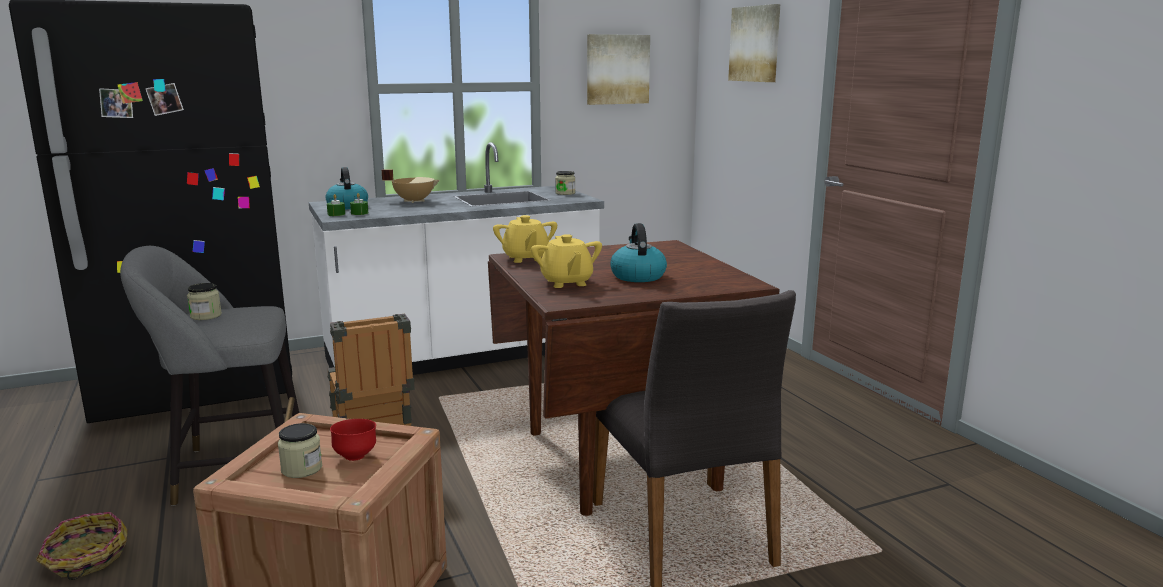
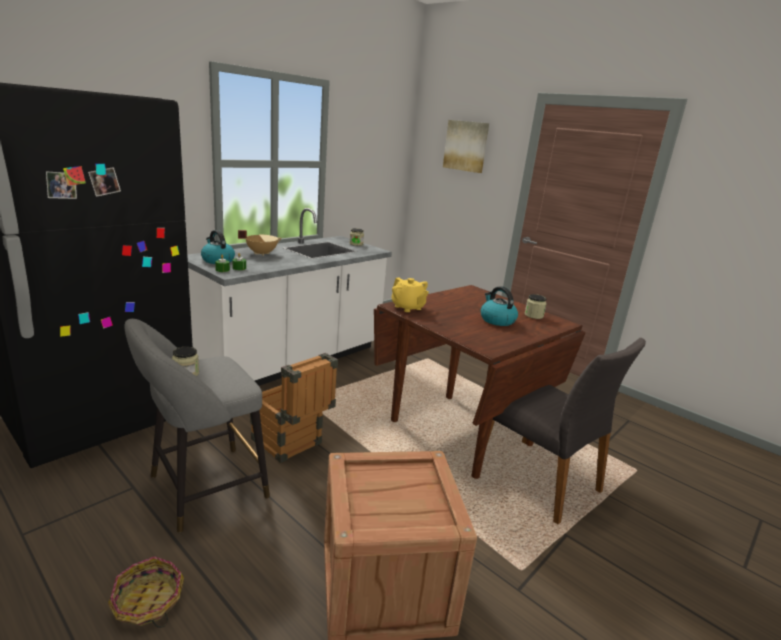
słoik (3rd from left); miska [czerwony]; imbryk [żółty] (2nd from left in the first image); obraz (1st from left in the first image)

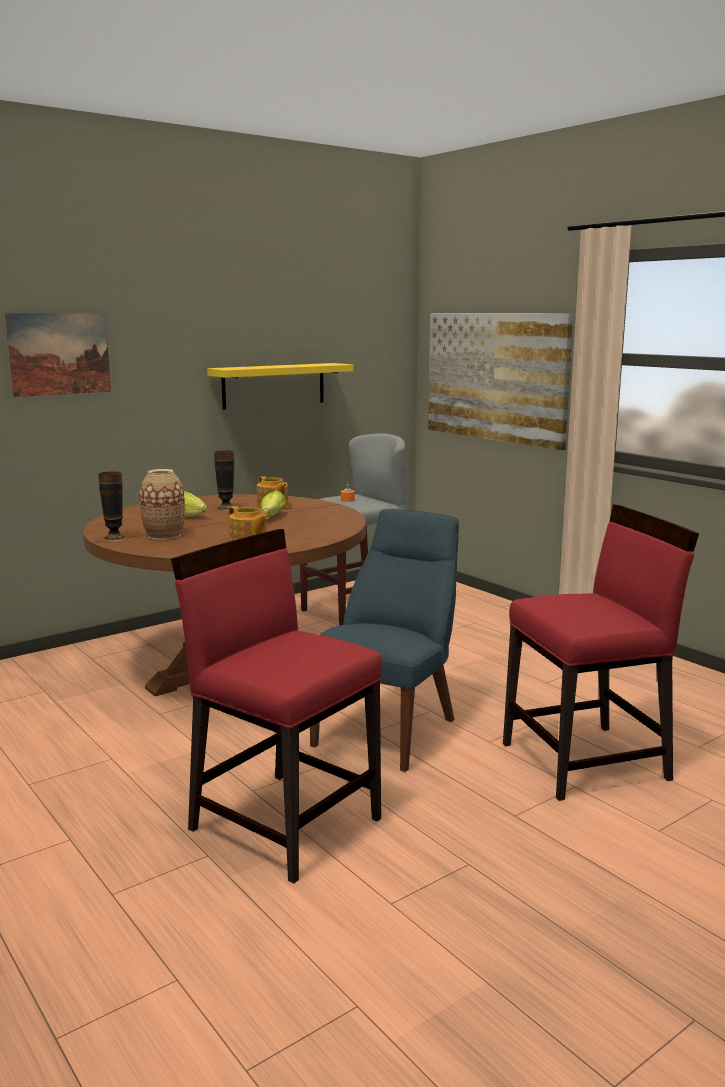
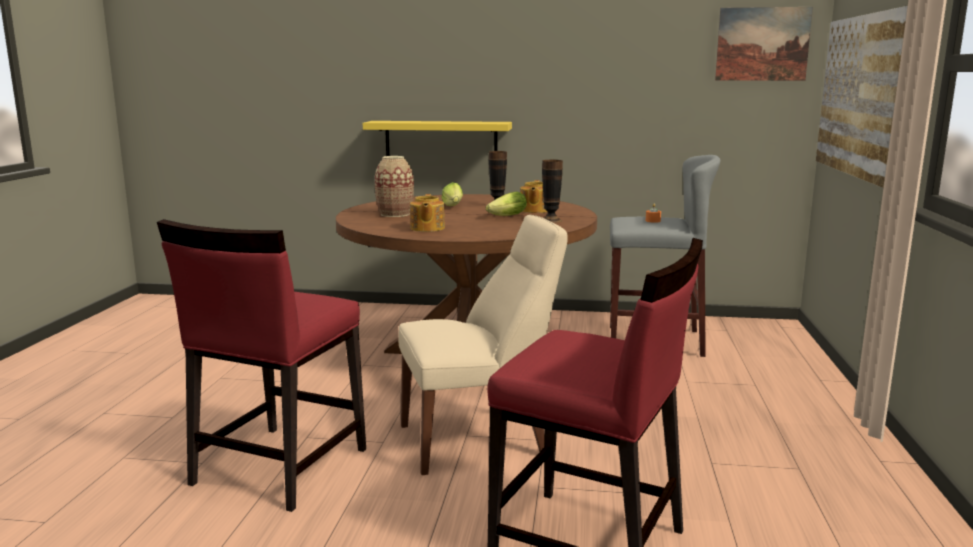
obraz (1st from left); wazon (3rd from left); krzesło [czerwony] (1st from left); półka [żółty]; krzesło [beżowy]

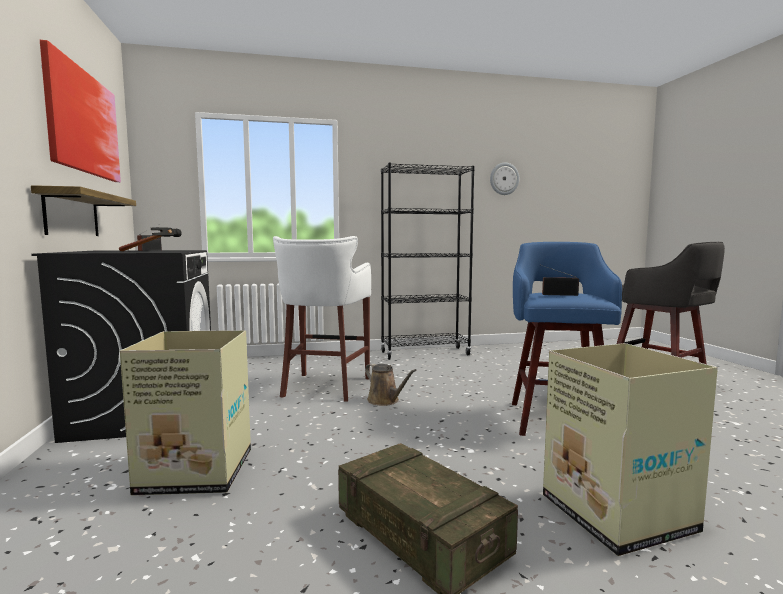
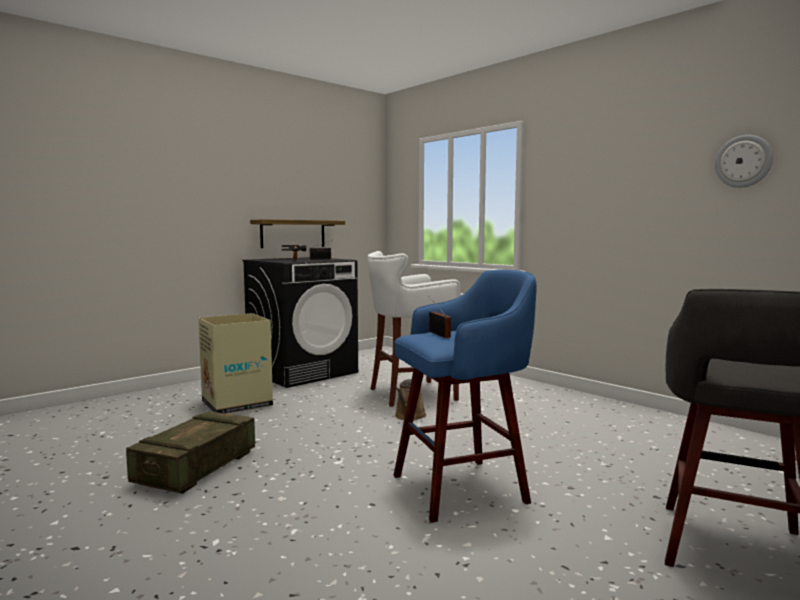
obraz; regał [czarny]; karton (2nd from left in the first image)

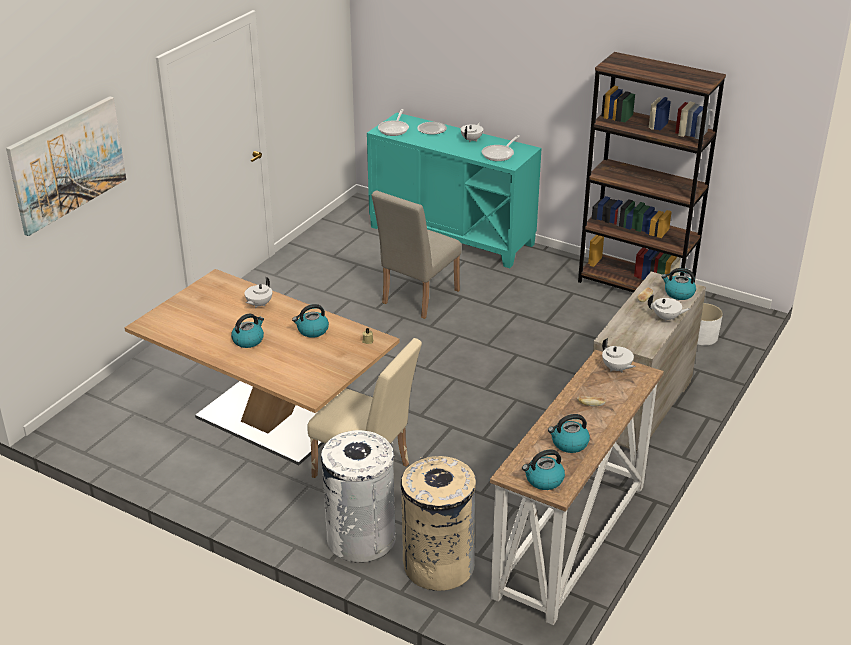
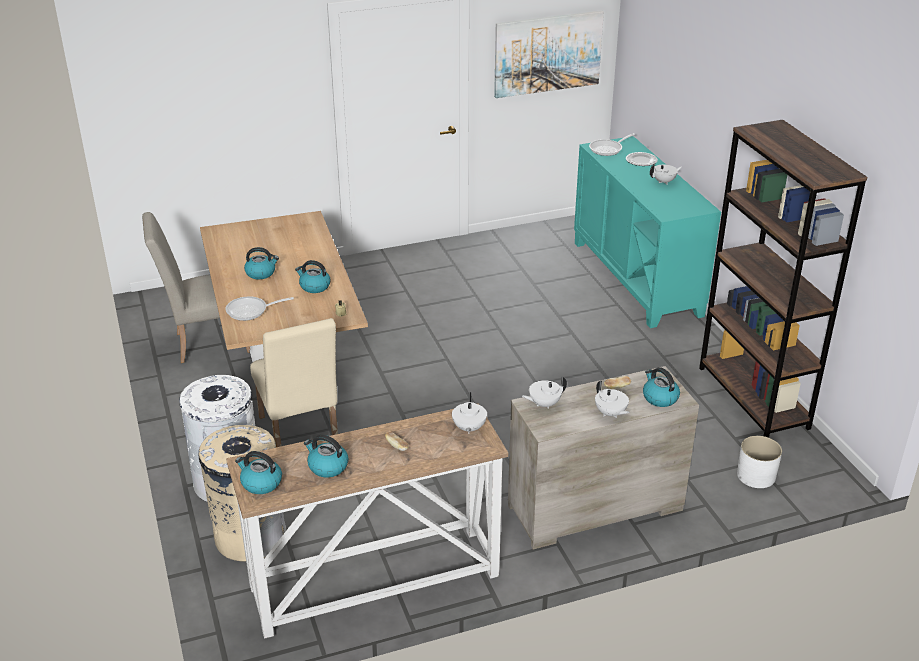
obraz; imbryk [biały] (2nd from left); krzesło [beżowy] (1st from left); patelnia (1st from left)

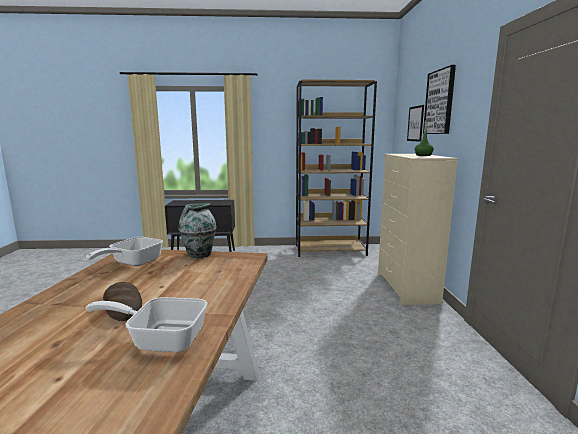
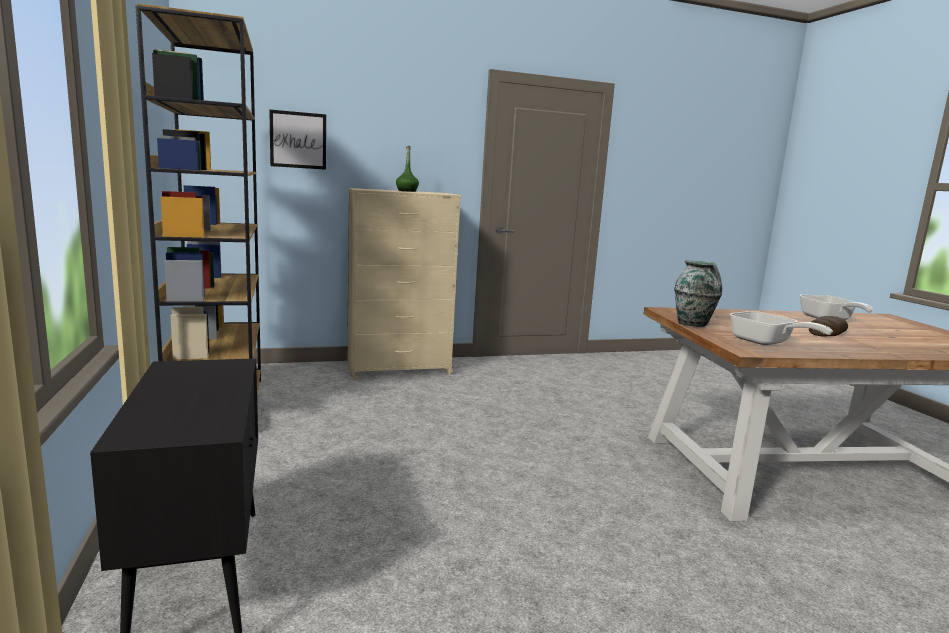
patelnia (1st from left); obraz (2nd from left in the first image)

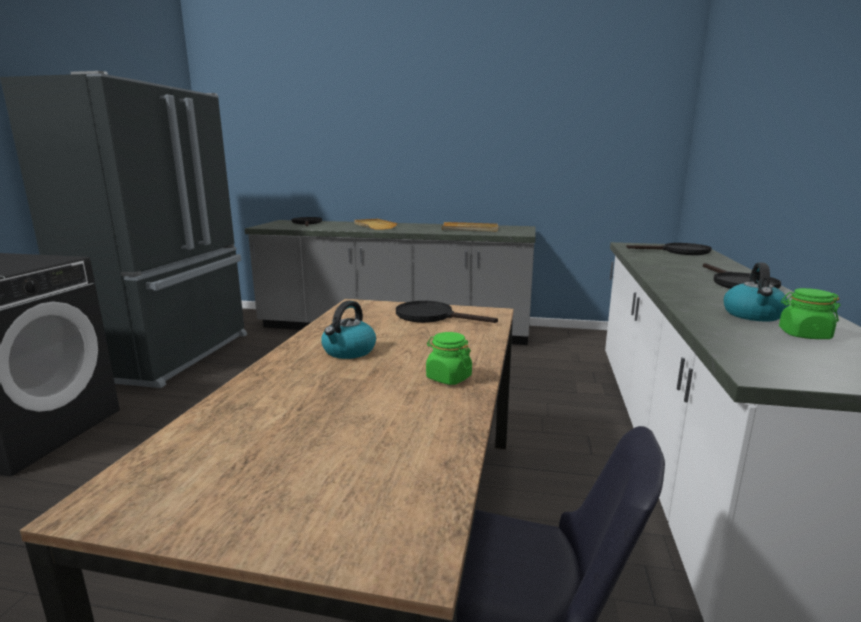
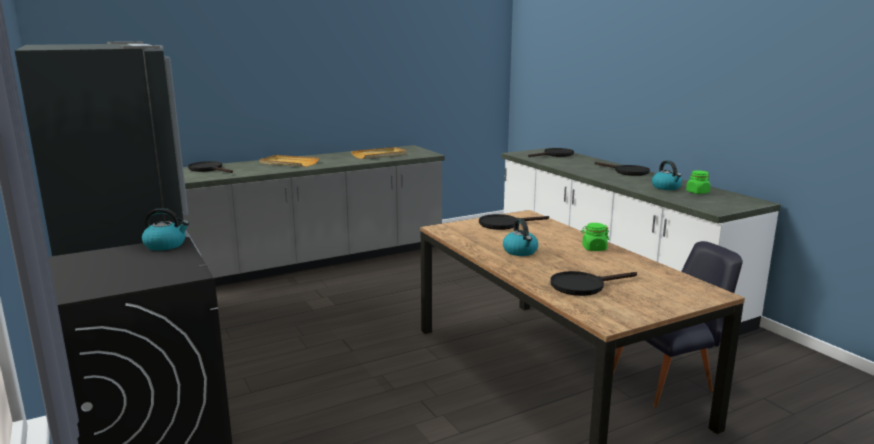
czajnik (1st from left); patelnia [czarny] (4th from left)

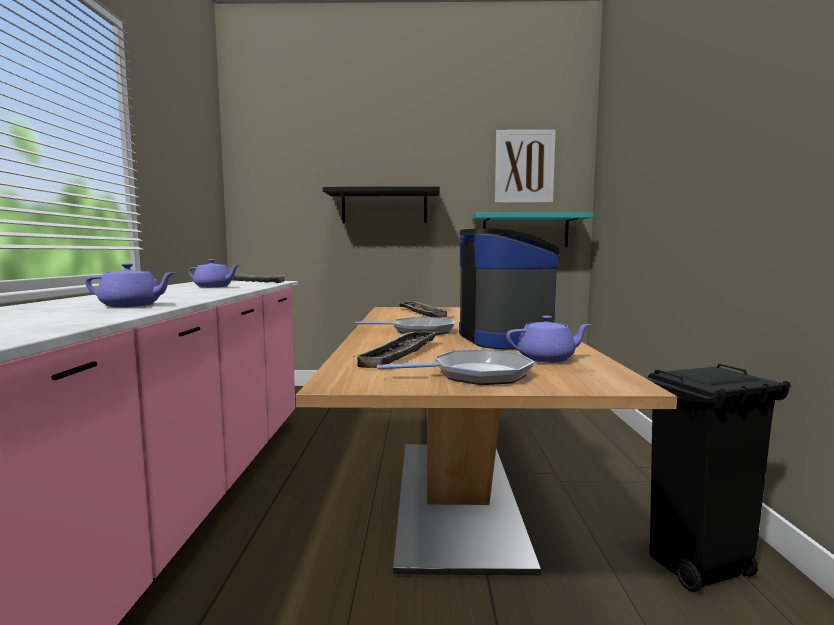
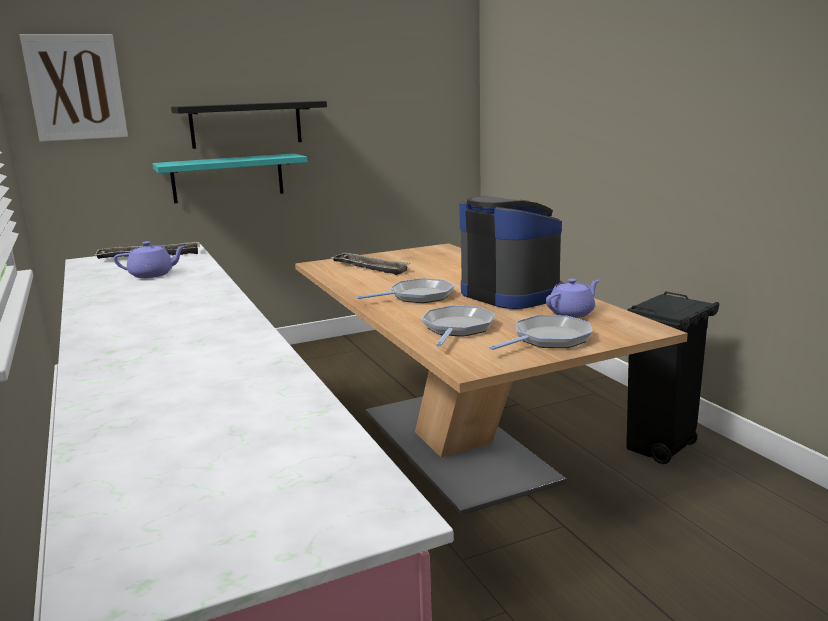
imbryk [fioletowy] (1st from left in the first image); patelnia (2nd from left); półka [turkusowy]; obraz

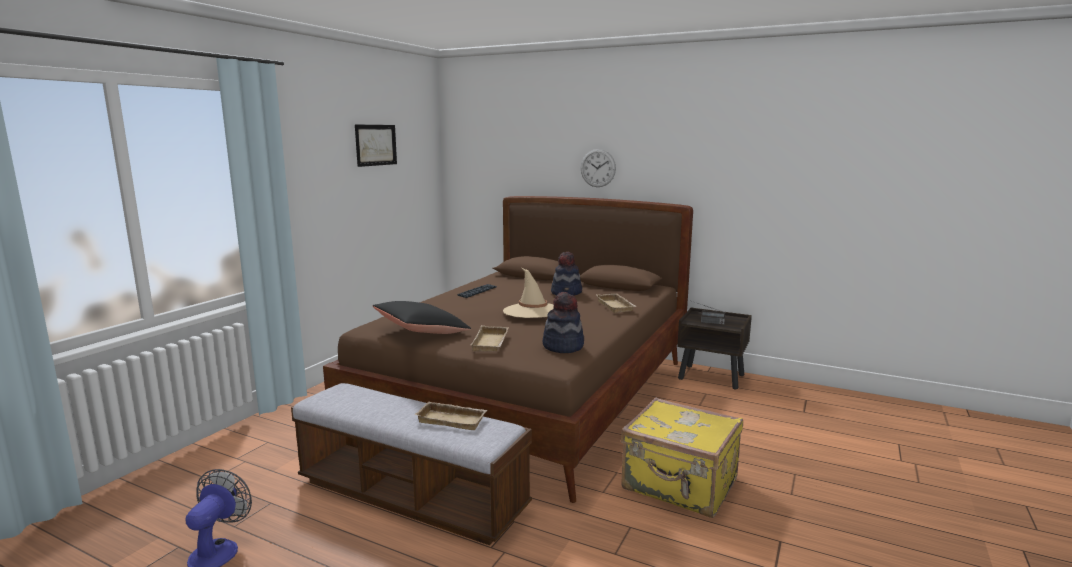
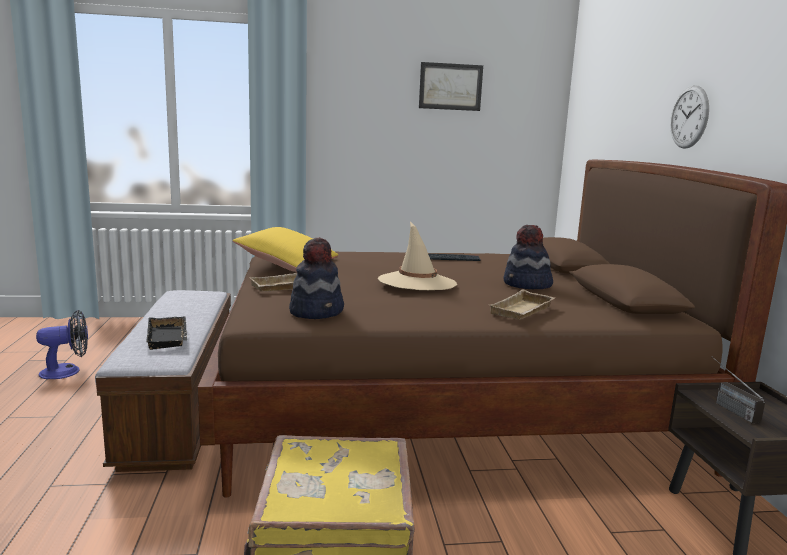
poduszka [żółty]; taca [czarny]

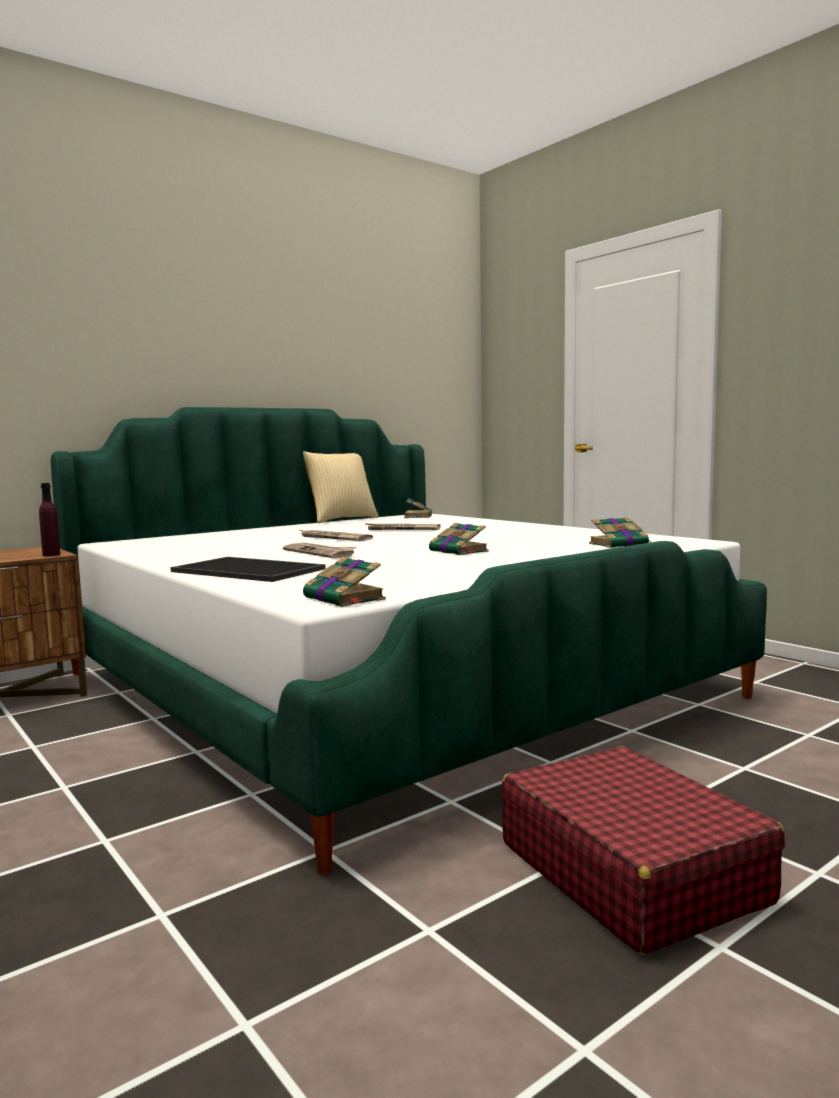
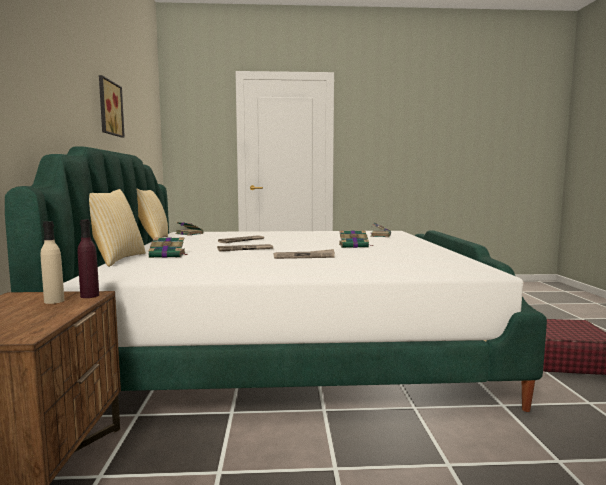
taca; książka (1st from left); butelka [beżowy]; poduszka (1st from left); obraz

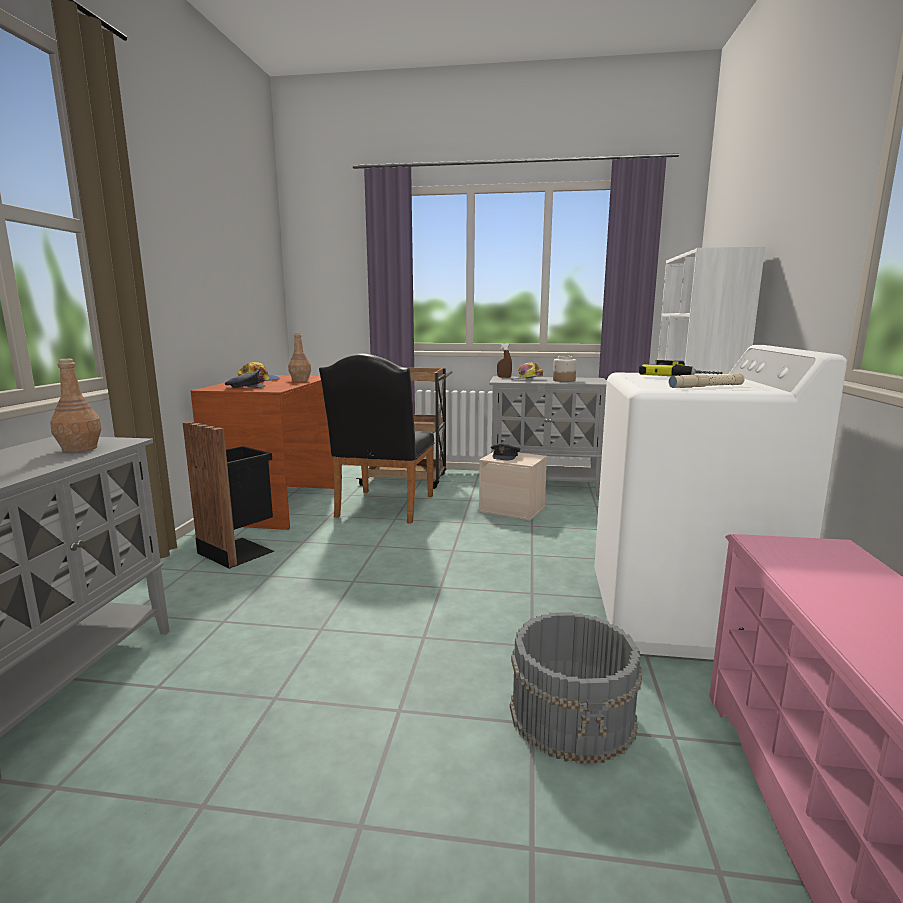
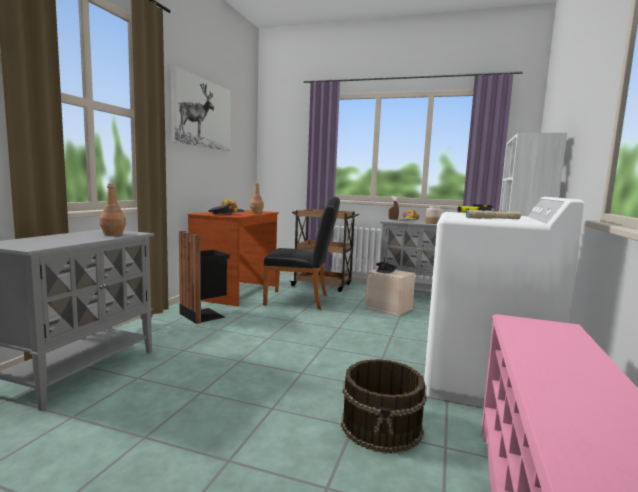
krzesło [czarny]; wiadro [brązowy]; obraz

